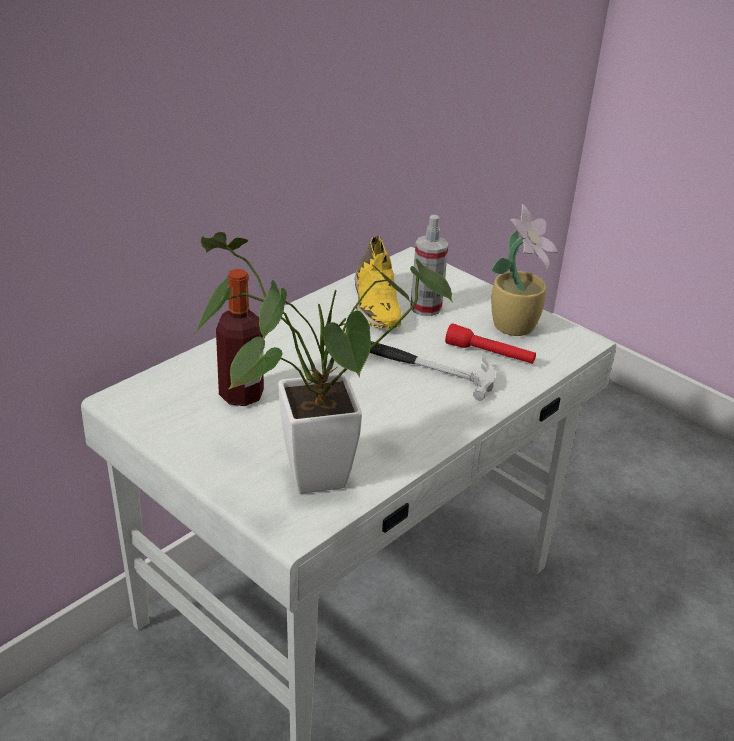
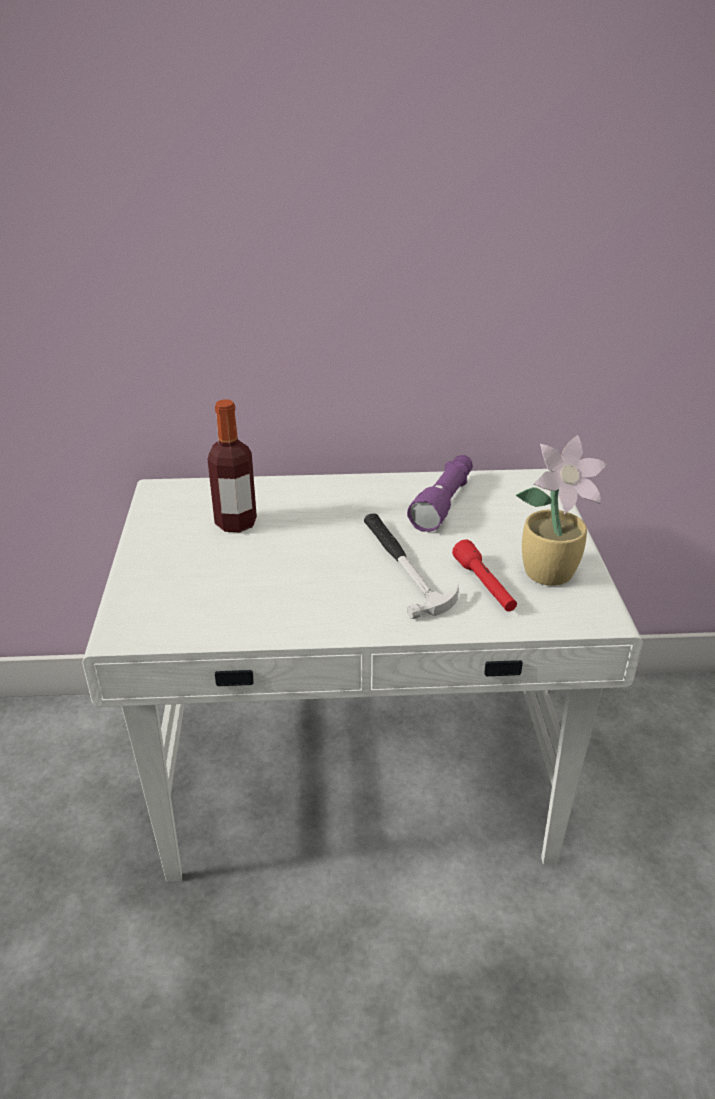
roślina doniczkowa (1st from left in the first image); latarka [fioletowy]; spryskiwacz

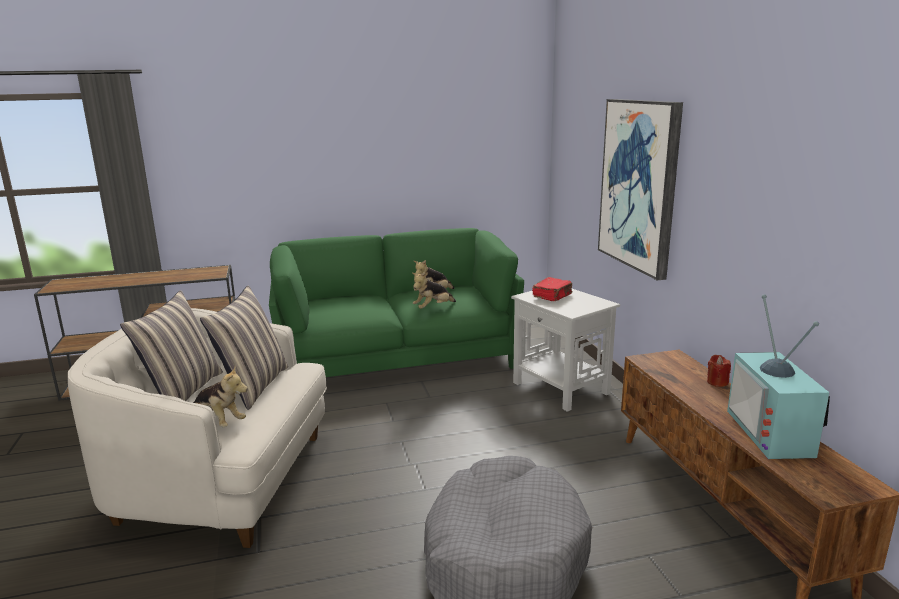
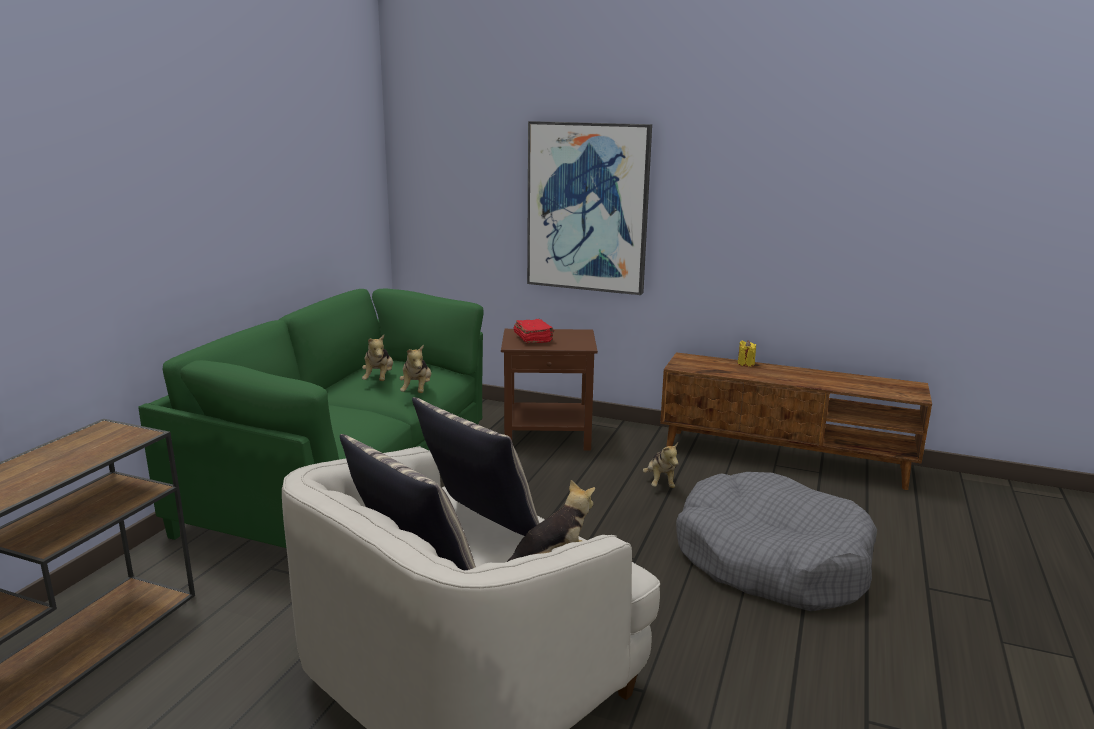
stolik [brązowy]; świeca [żółty]; telewizor; pluszak (4th from left)

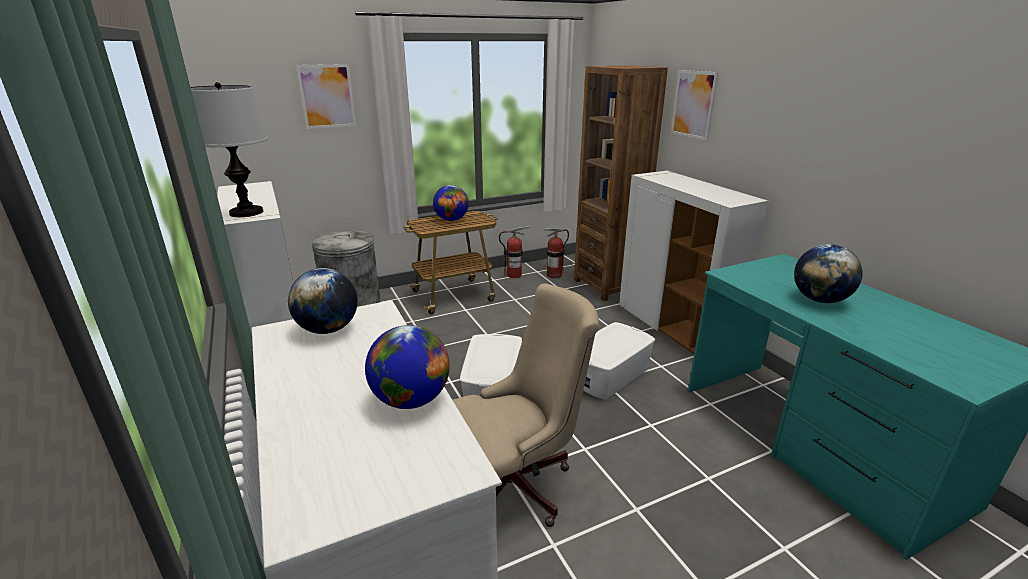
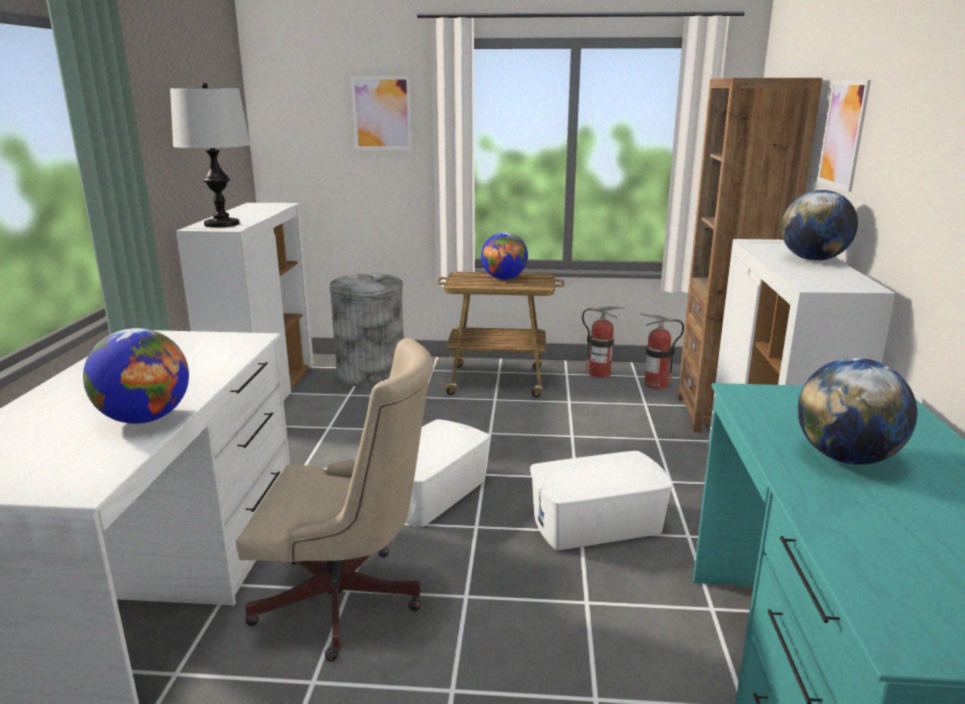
globus (3rd from left)

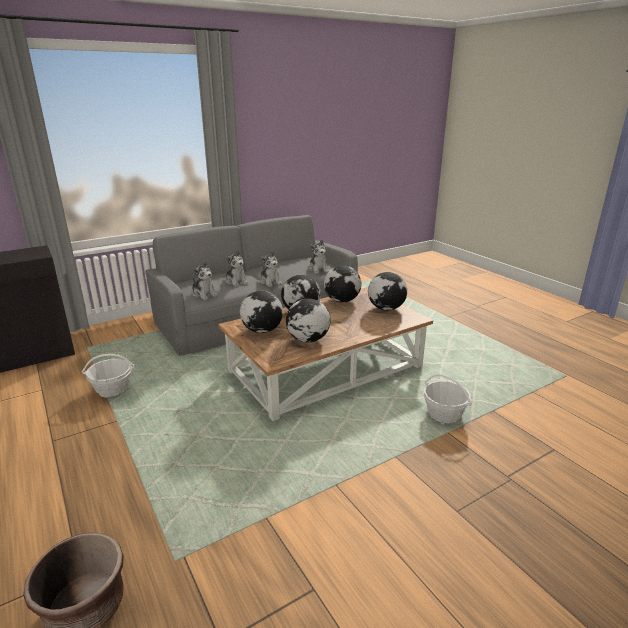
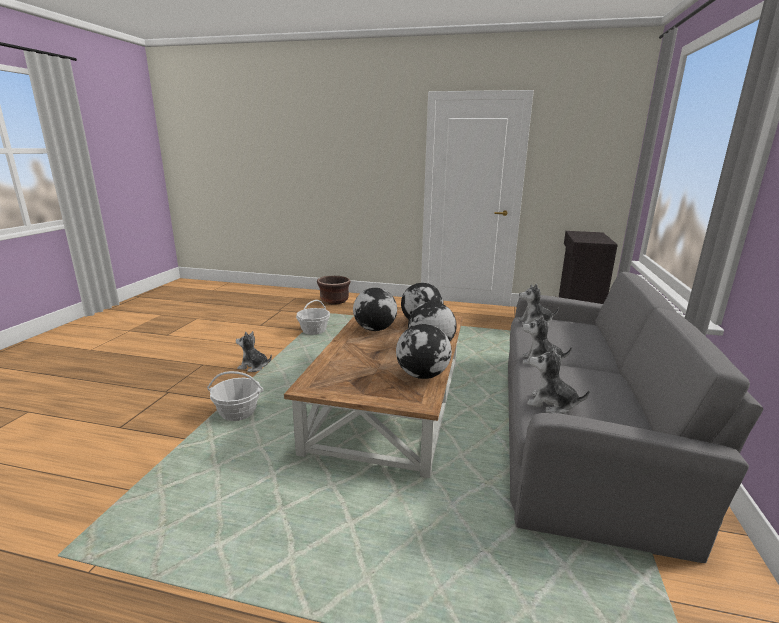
koszyk (2nd from left); pluszak (1st from left); globus (5th from left in the first image)

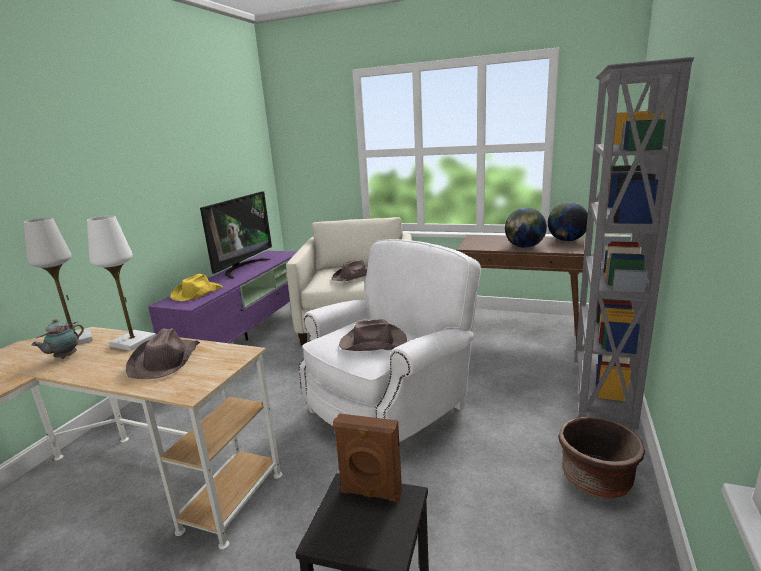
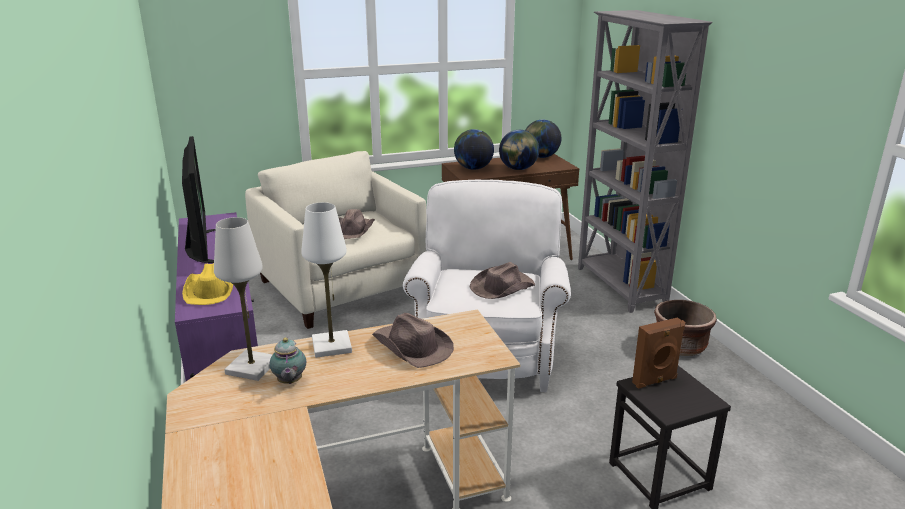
globus (1st from left)

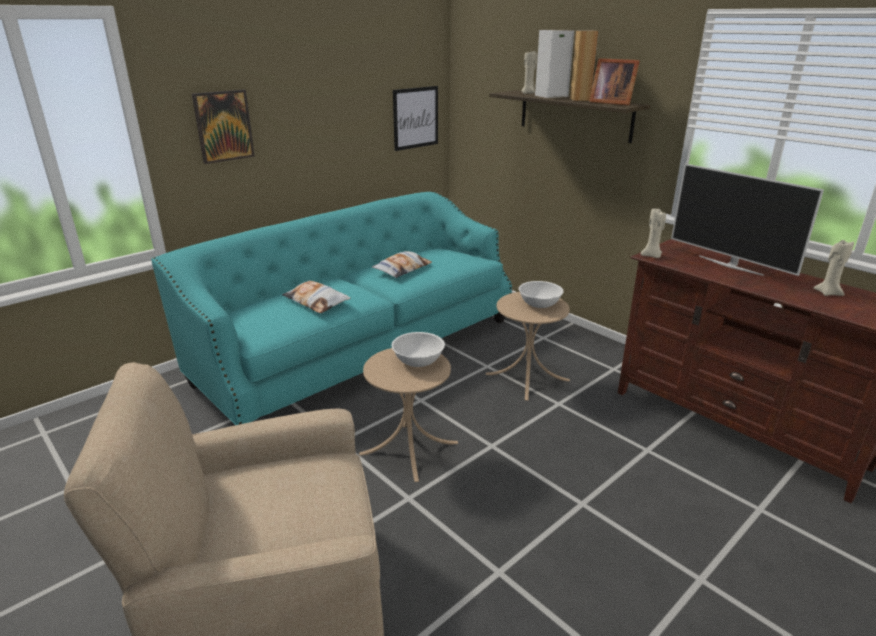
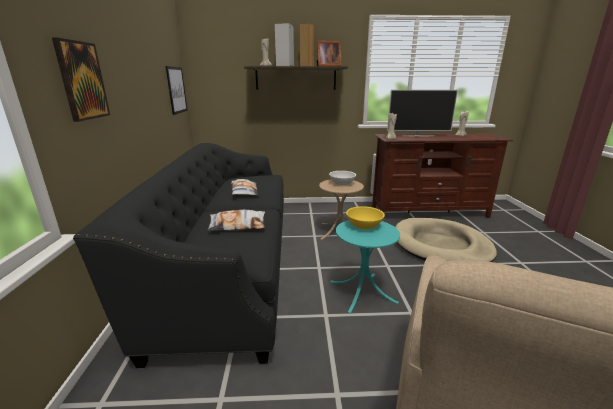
kanapa [czarny]; stolik [turkusowy]; miska [żółty]; legowisko [beżowy]

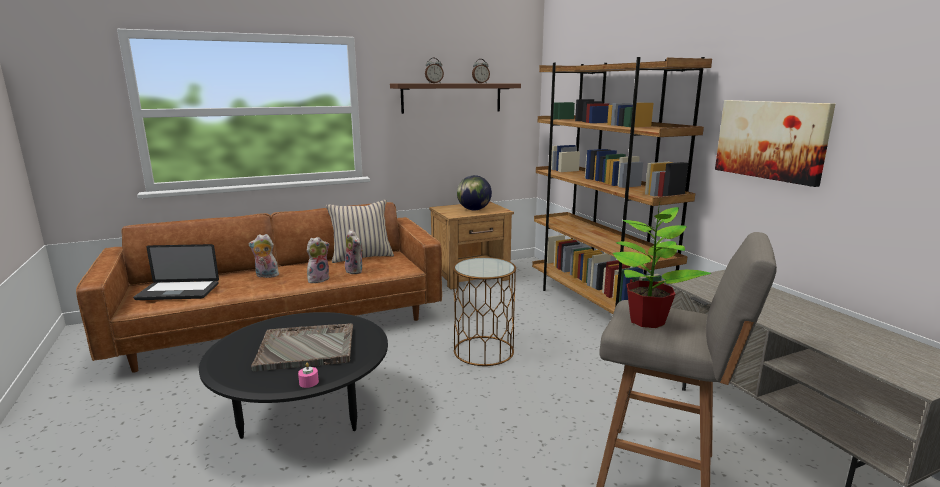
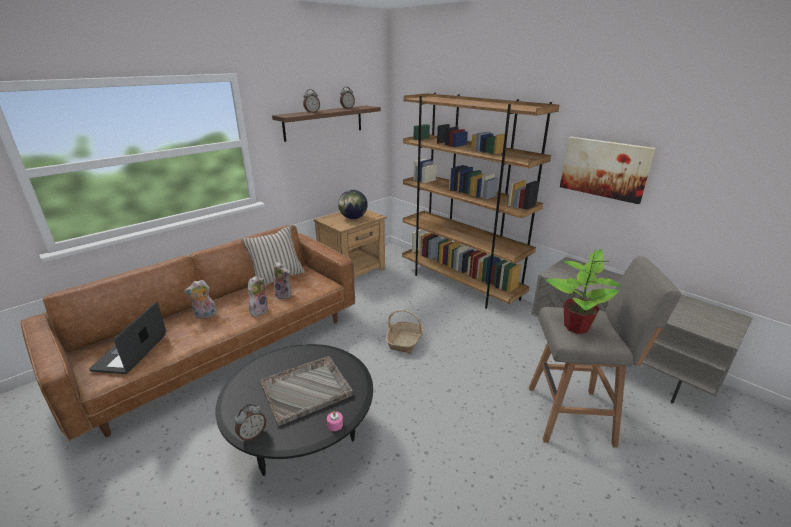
laptop; koszyk; budzik (1st from left)

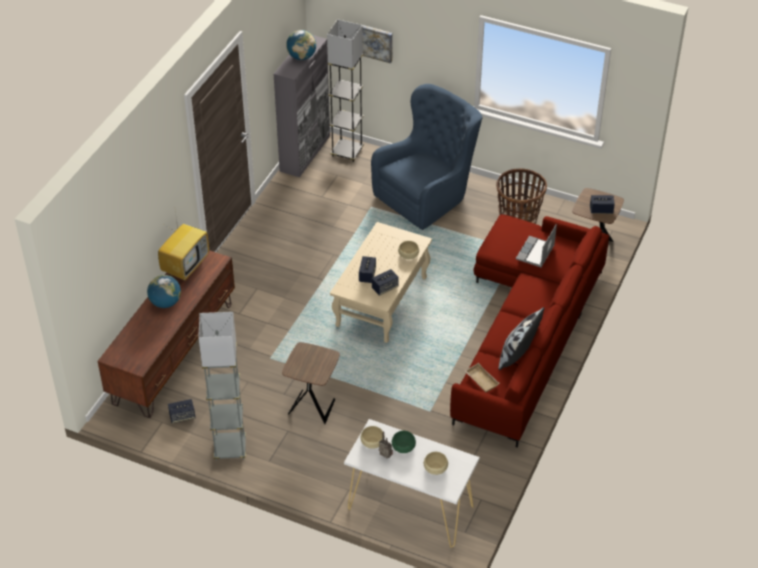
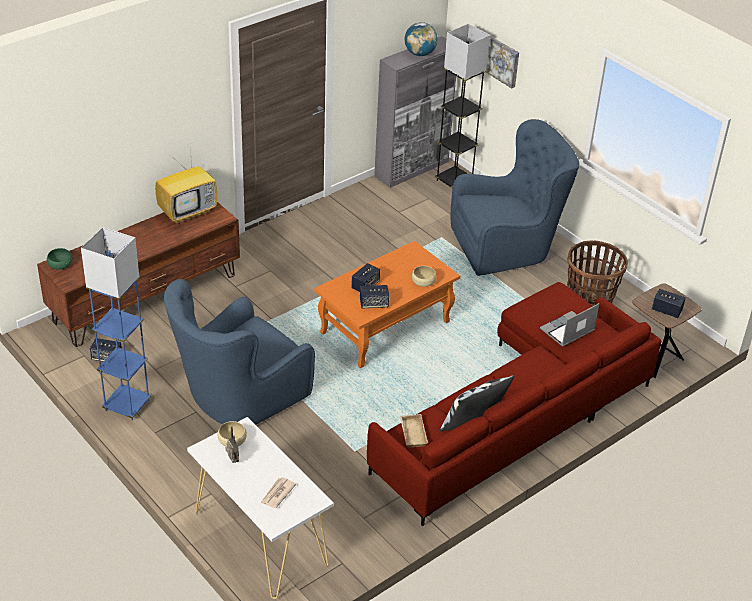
globus (1st from left in the first image); lampa stojąca [niebieski]; fotel [niebieski] (1st from left); ława [pomarańczowy]; miska [zielony]; gazeta

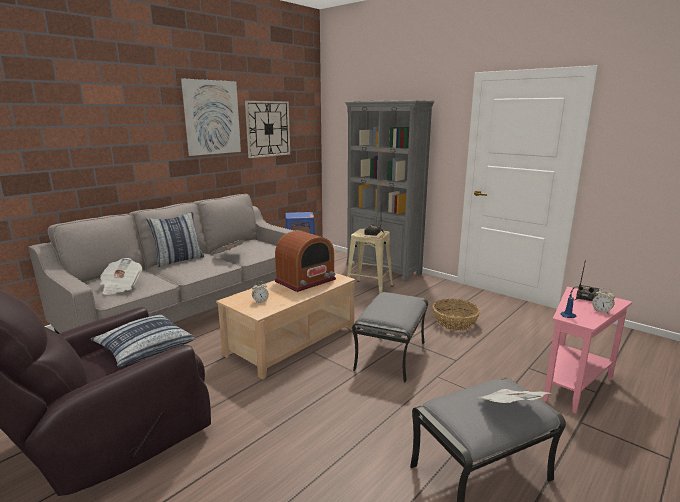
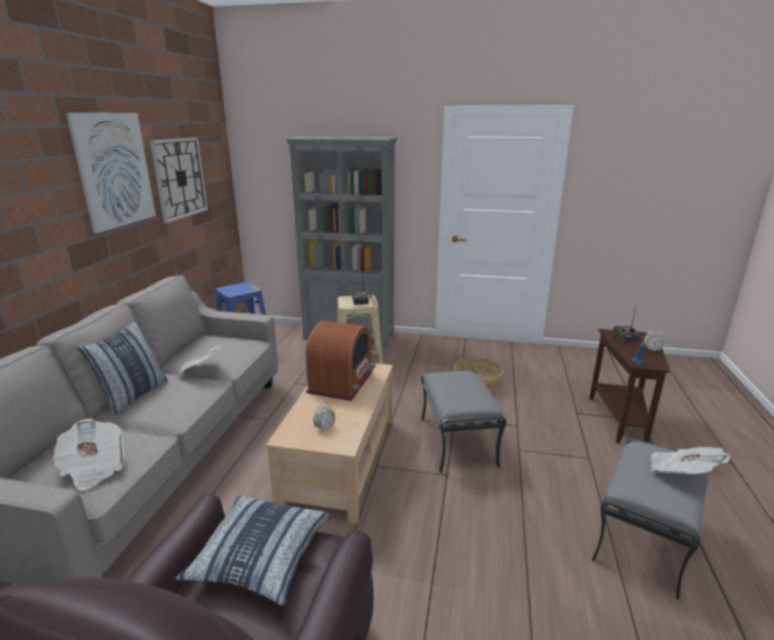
stolik [brązowy]

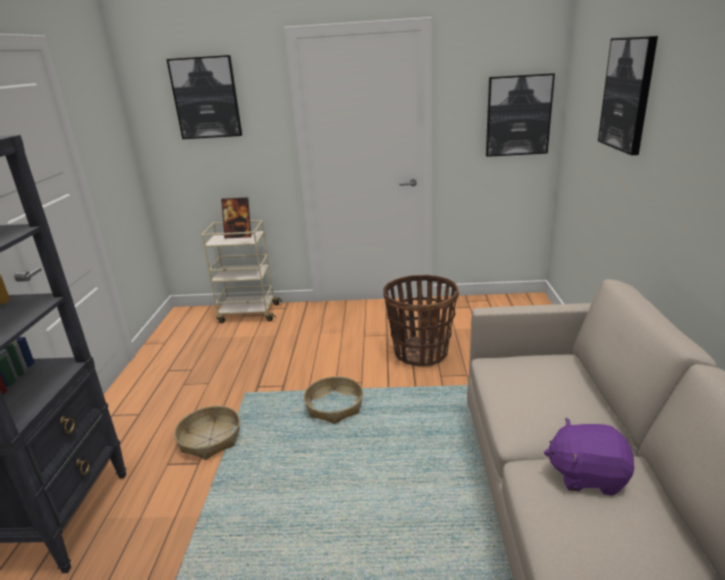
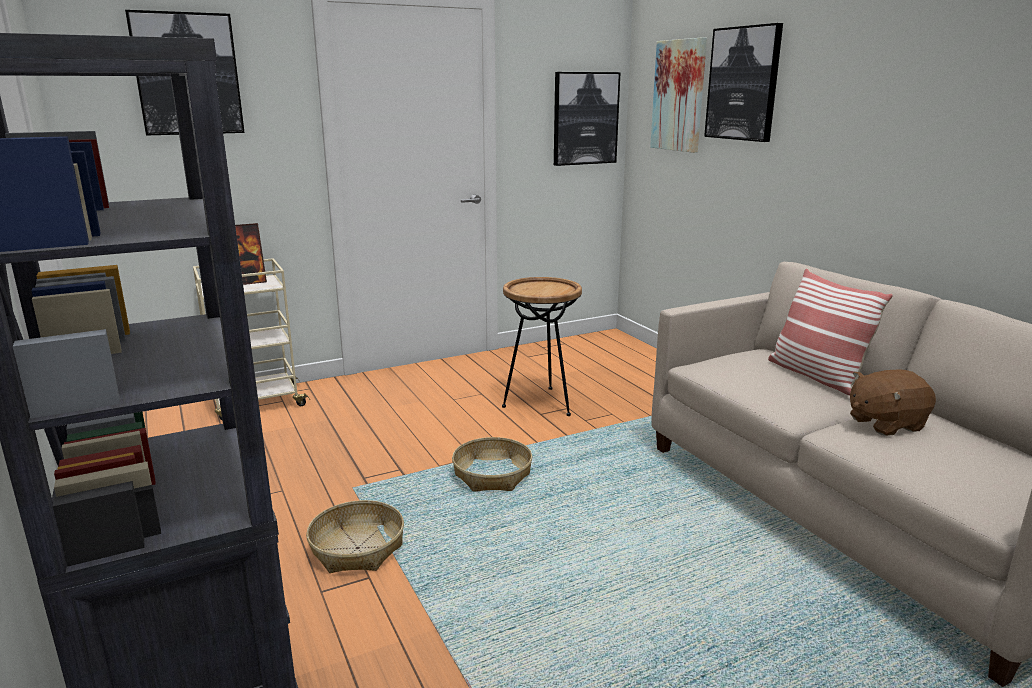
stolik [brązowy]; pluszak [brązowy]; obraz (3rd from left); poduszka

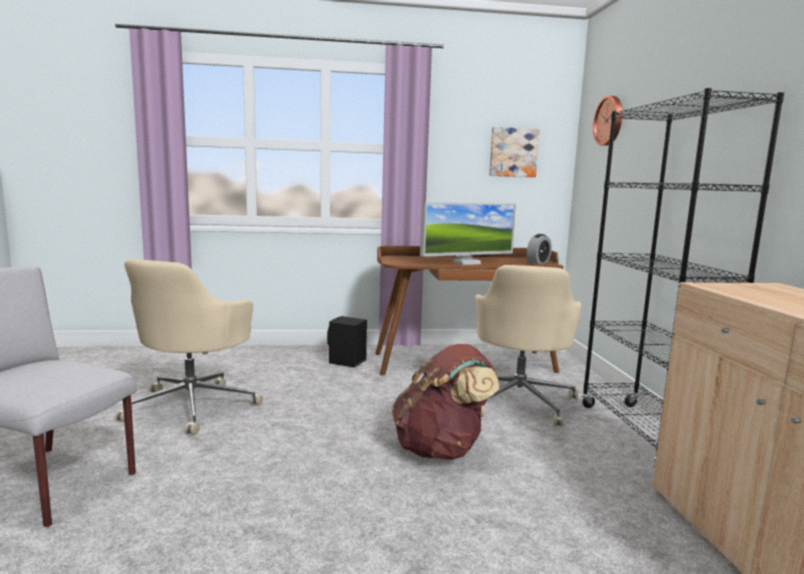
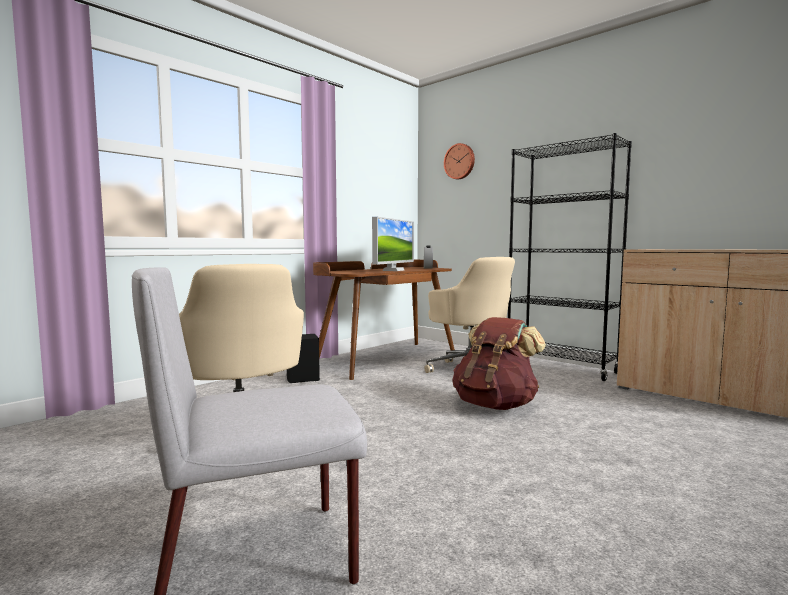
obraz

